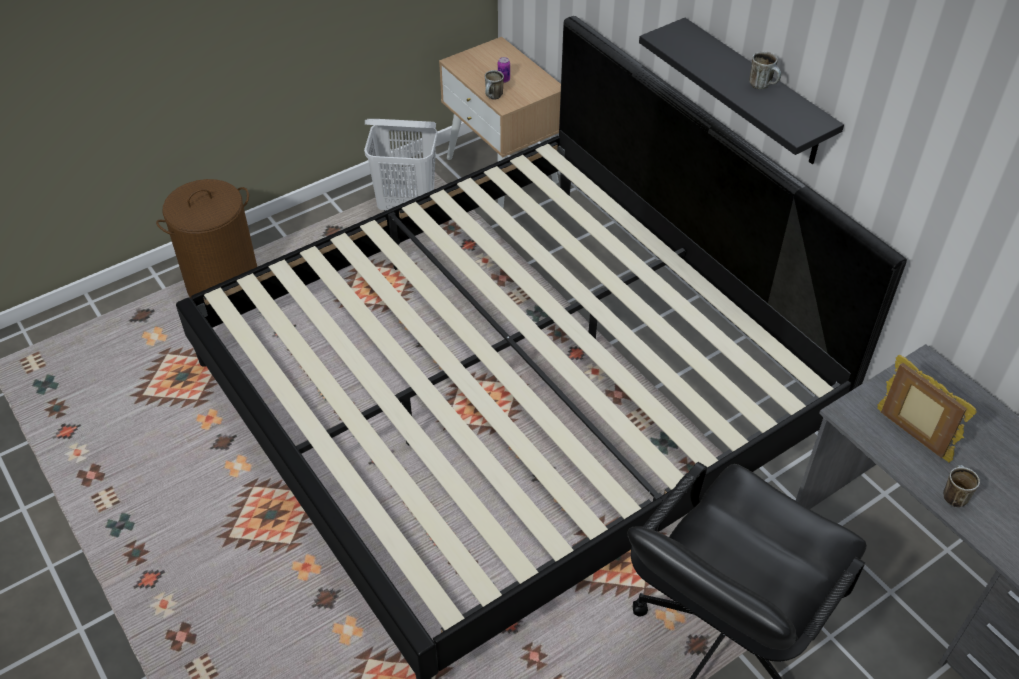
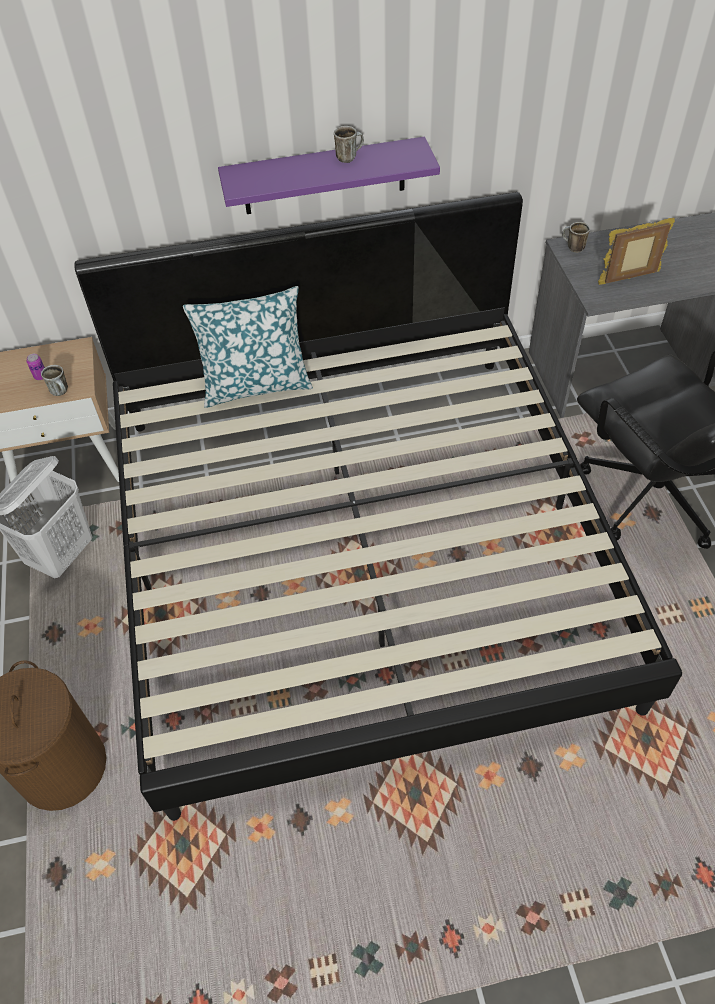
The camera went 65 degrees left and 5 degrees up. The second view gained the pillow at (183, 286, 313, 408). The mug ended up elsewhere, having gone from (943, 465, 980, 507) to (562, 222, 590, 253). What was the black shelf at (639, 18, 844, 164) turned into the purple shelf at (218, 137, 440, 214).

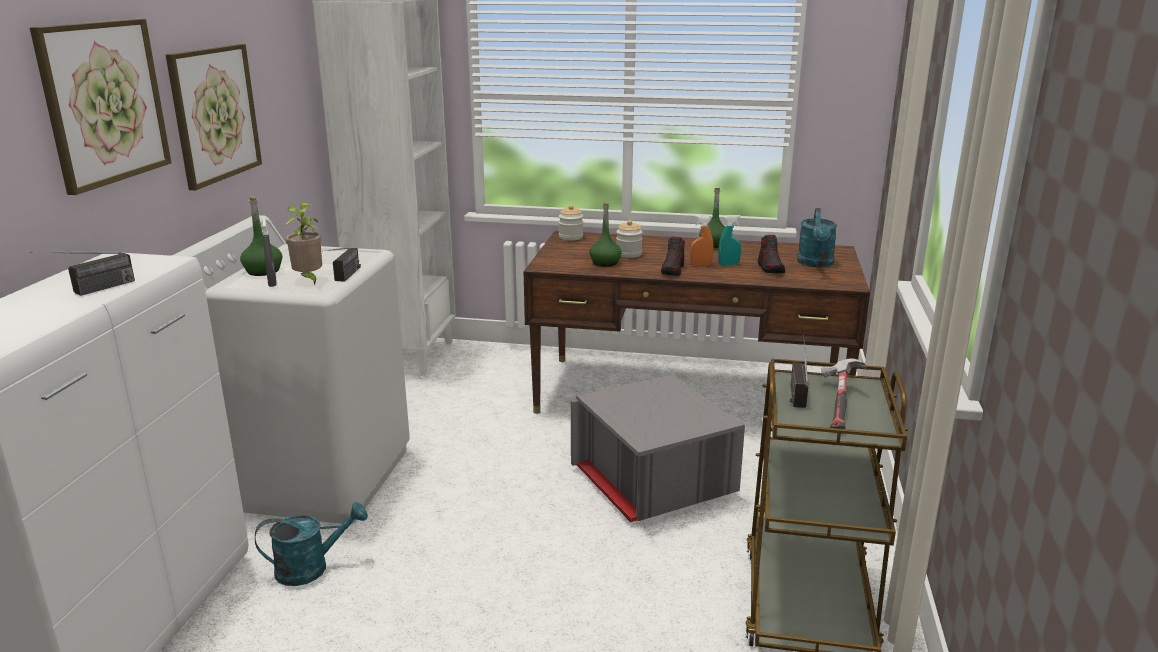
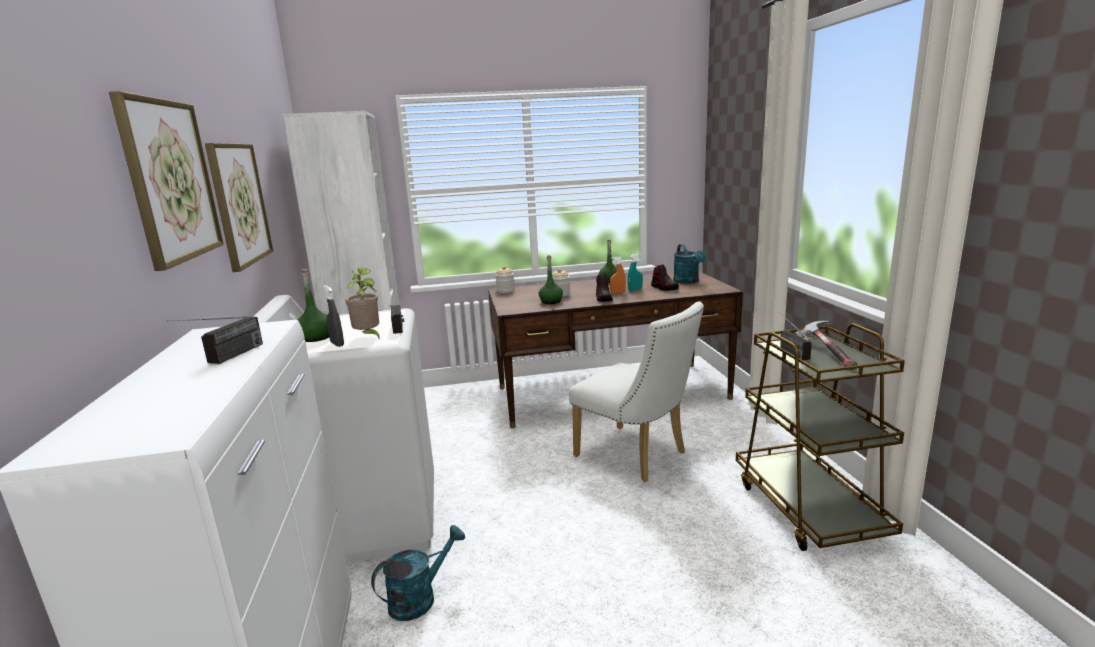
The camera went 20 degrees left and 5 degrees down. Where the grey storage box stood at (571, 374, 745, 522), the white chair came to stand at (569, 301, 704, 482).

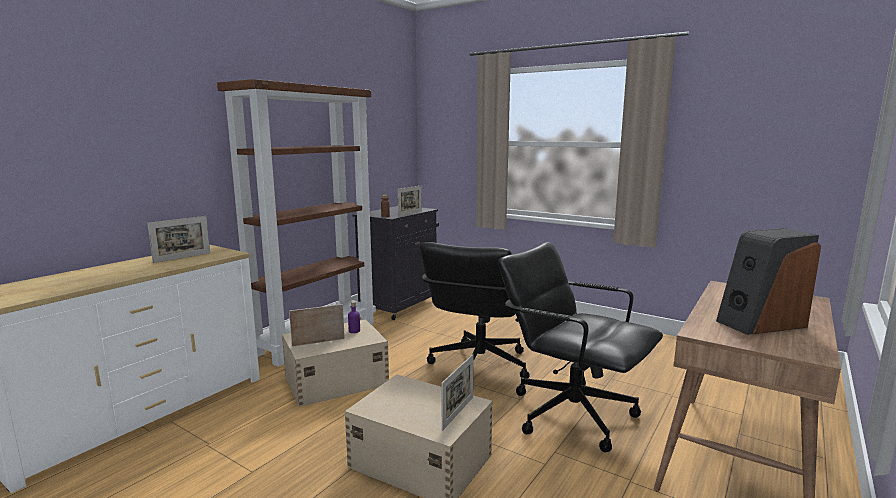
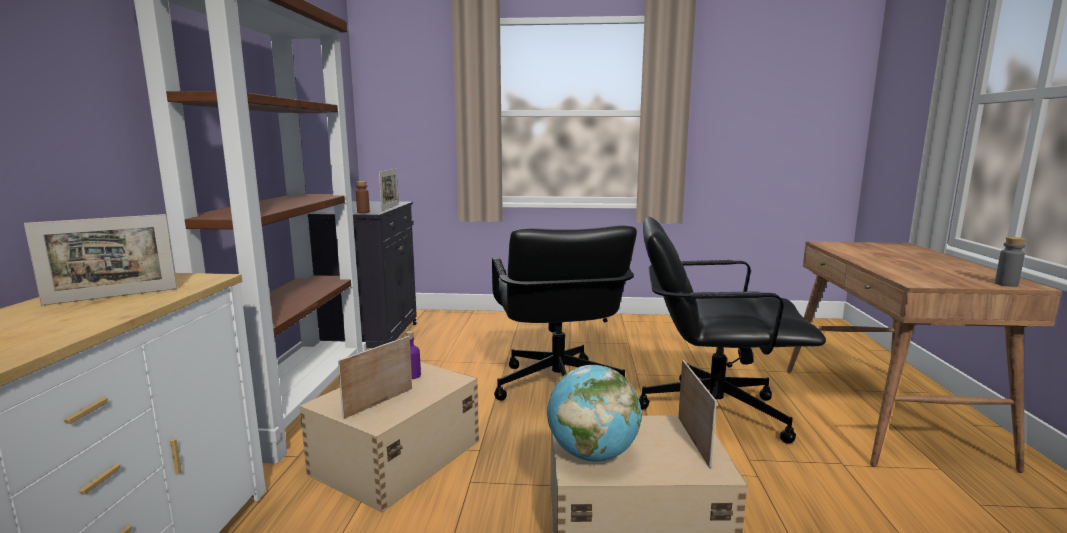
The camera went 30 degrees left and 0 degrees up. The second view lost the speaker at (716, 228, 821, 335). The second view gained the globe at (547, 365, 642, 461). The second view gained the grey bottle at (995, 237, 1026, 287). The picture frame at (147, 216, 210, 263) ended up facing another way, 45 degrees clockwise from before.

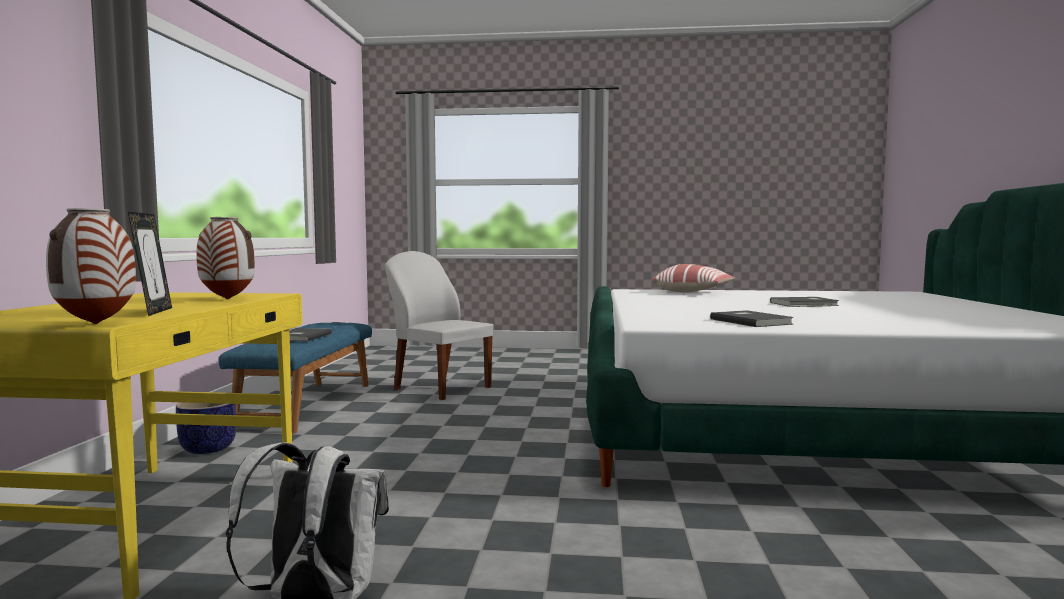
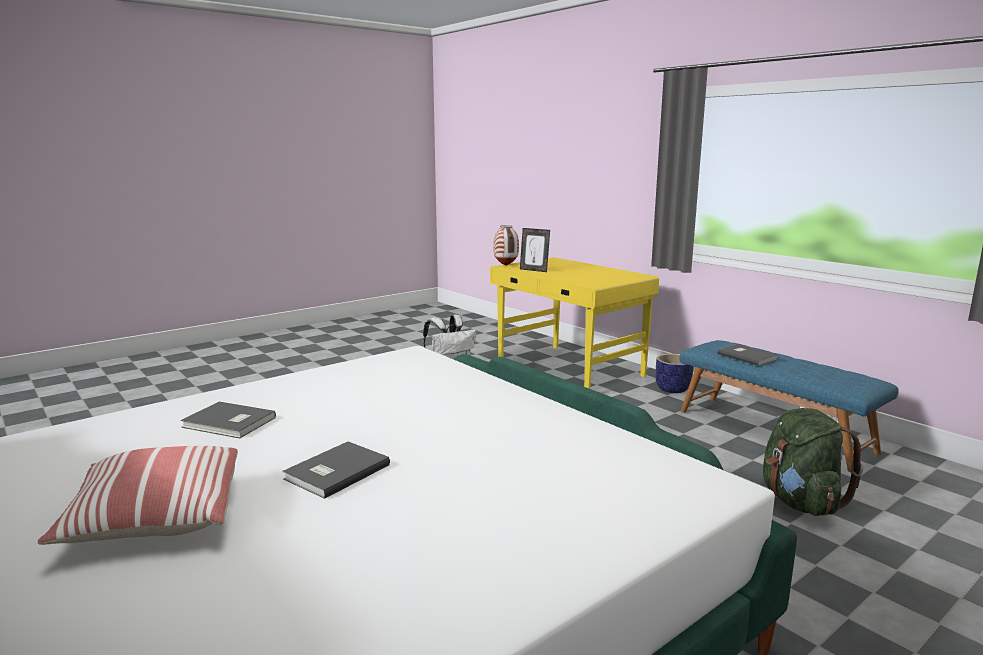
The camera went 135 degrees right and 10 degrees up. The second view lost the vase at (196, 217, 255, 299). The pillow ended up elsewhere, having gone from (652, 264, 735, 293) to (38, 446, 238, 545). The grey book ended up elsewhere, having gone from (710, 310, 794, 327) to (181, 402, 276, 438). Where the white chair stood at (385, 251, 493, 400), the green backpack came to stand at (763, 408, 863, 516).

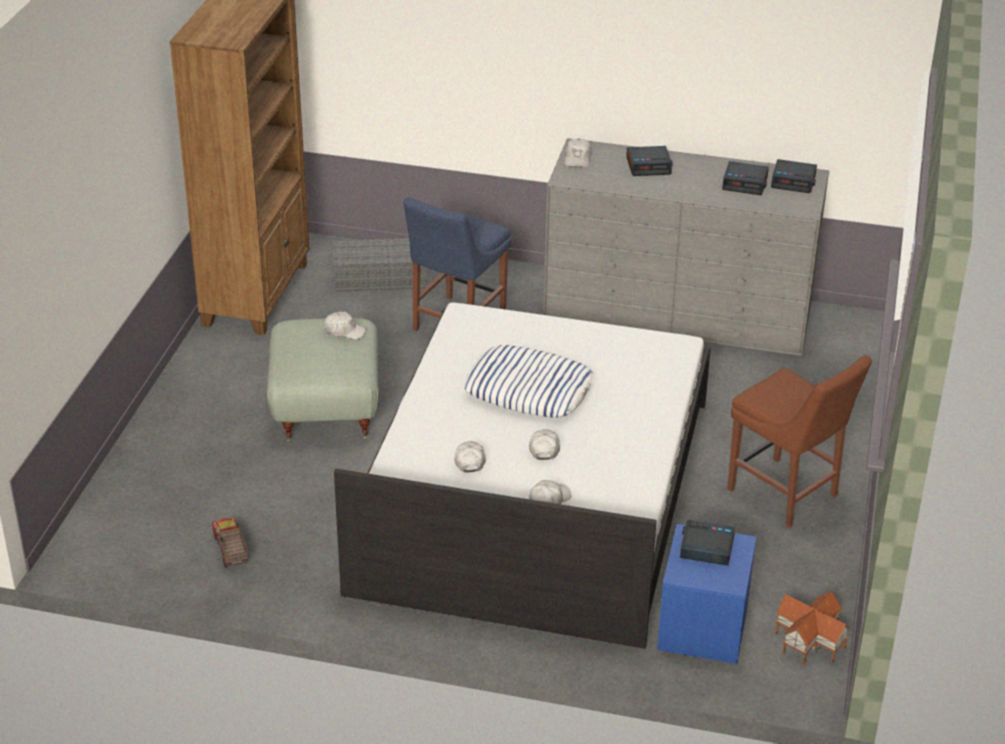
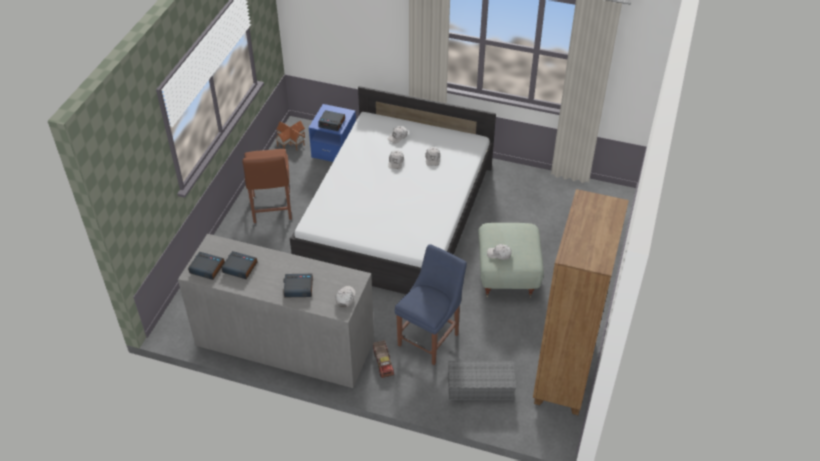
The camera went 175 degrees left and 10 degrees up. The second view lost the pillow at (464, 345, 593, 418). The toy truck ended up elsewhere, having gone from (212, 517, 248, 567) to (373, 340, 394, 378). The brown chair at (727, 355, 872, 528) ended up facing another way, 150 degrees counterclockwise from before.

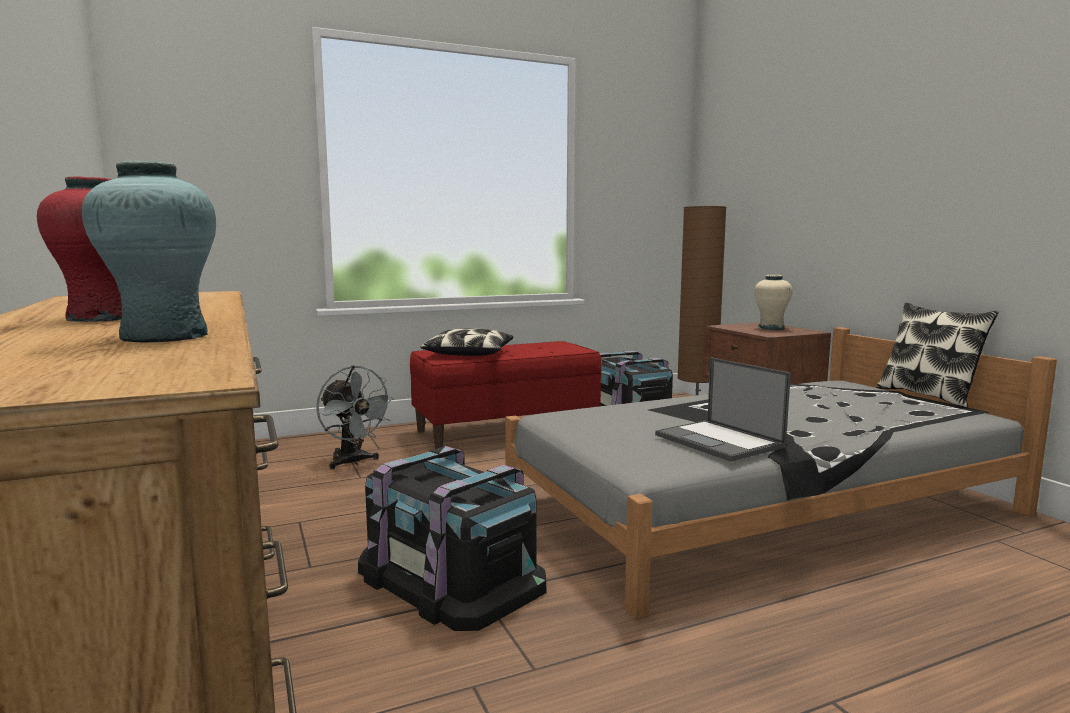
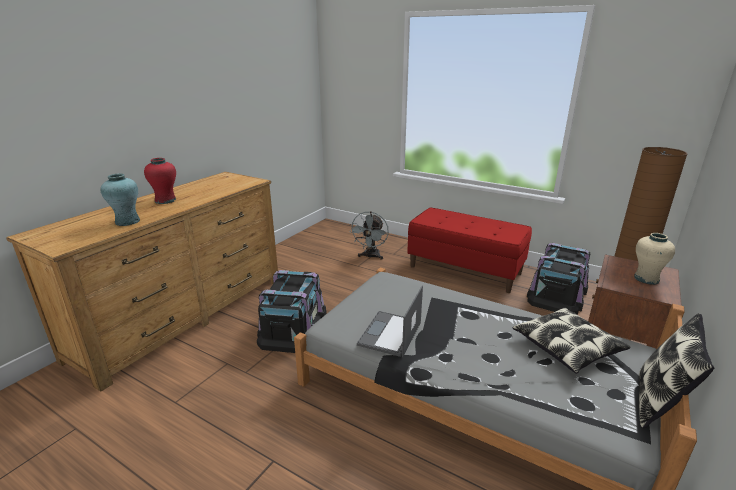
The camera went 55 degrees right and 15 degrees up. The pillow ended up elsewhere, having gone from (421, 329, 513, 356) to (513, 308, 630, 374).

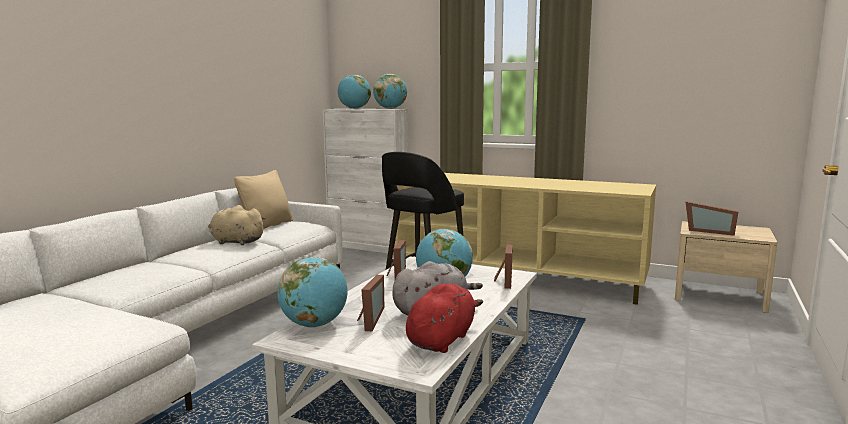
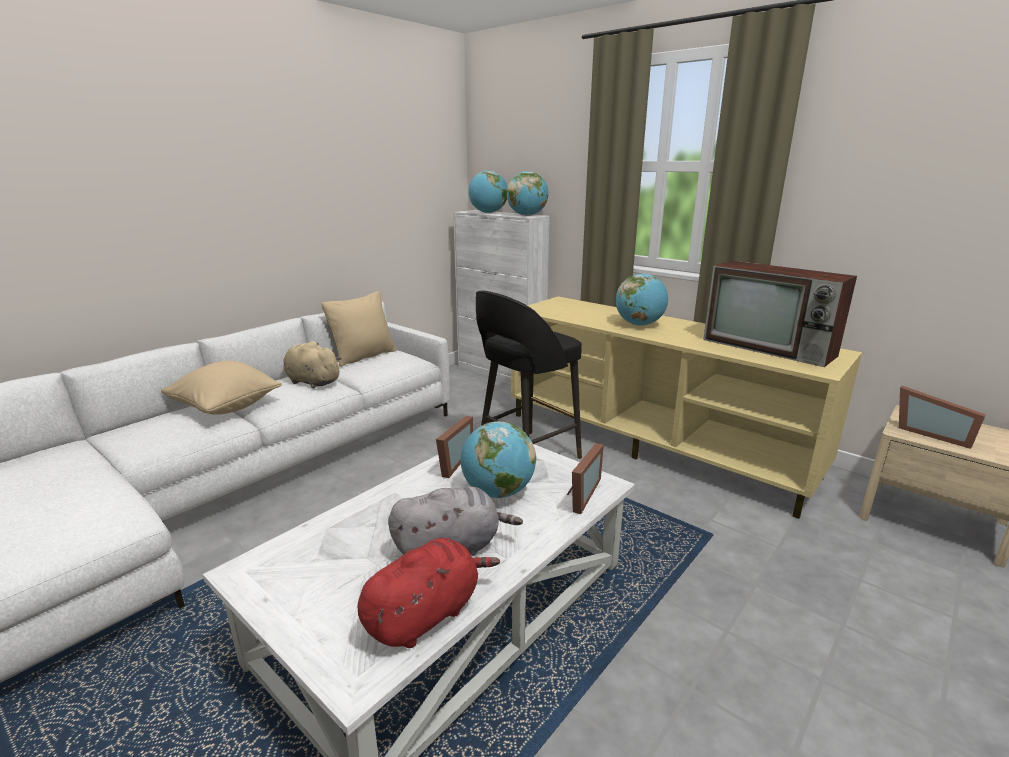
The camera went 15 degrees right and 10 degrees up. The second view lost the picture frame at (357, 275, 384, 331). The second view gained the beige pillow at (161, 361, 282, 415). The second view gained the television at (703, 261, 857, 367). The globe ended up elsewhere, having gone from (278, 257, 347, 328) to (616, 273, 668, 326).

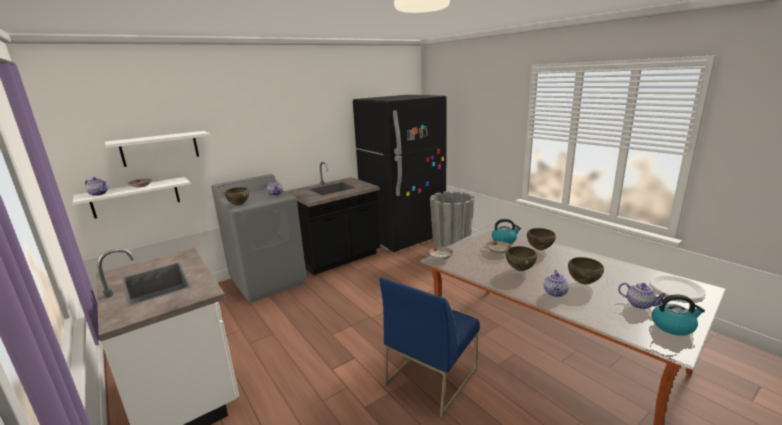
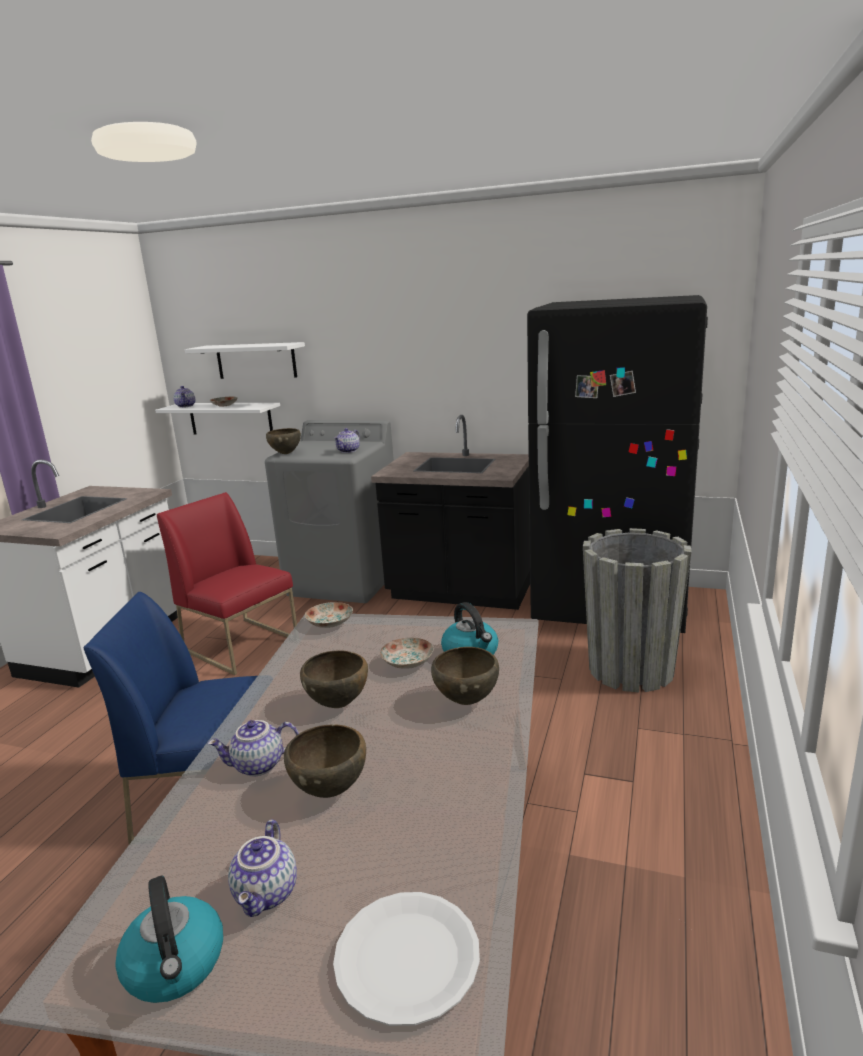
The camera went 55 degrees right and 0 degrees up. The second view gained the red chair at (157, 492, 297, 675).

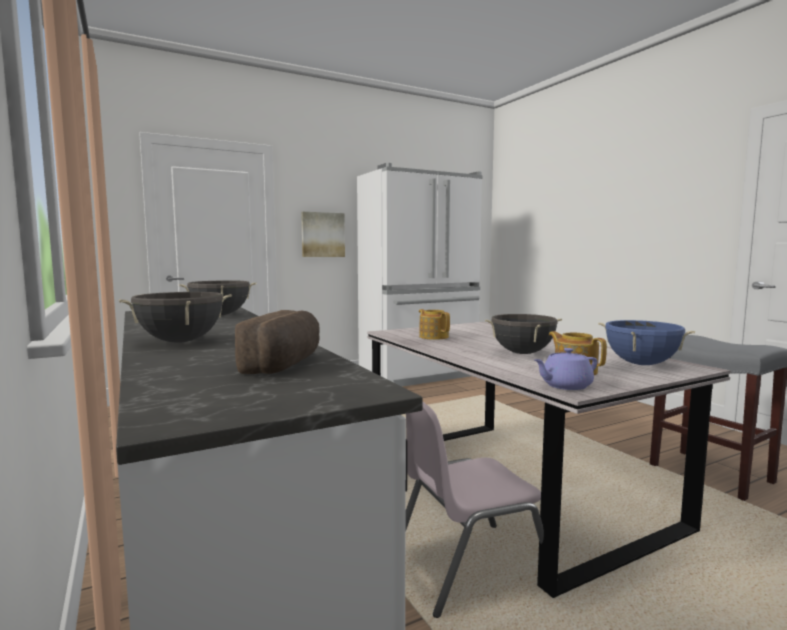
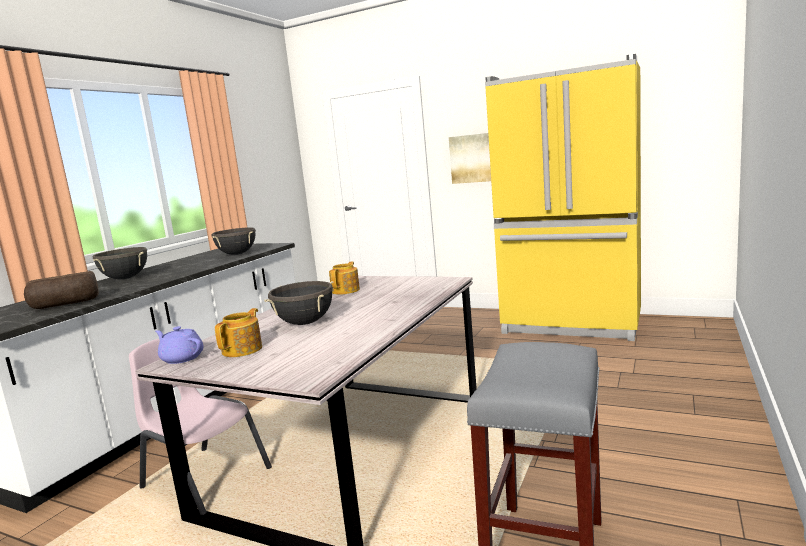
The camera went 55 degrees right and 5 degrees up. The second view lost the blue cooking pot at (598, 320, 695, 365). What was the white fridge at (357, 163, 482, 387) turned into the yellow fridge at (485, 54, 641, 341).

